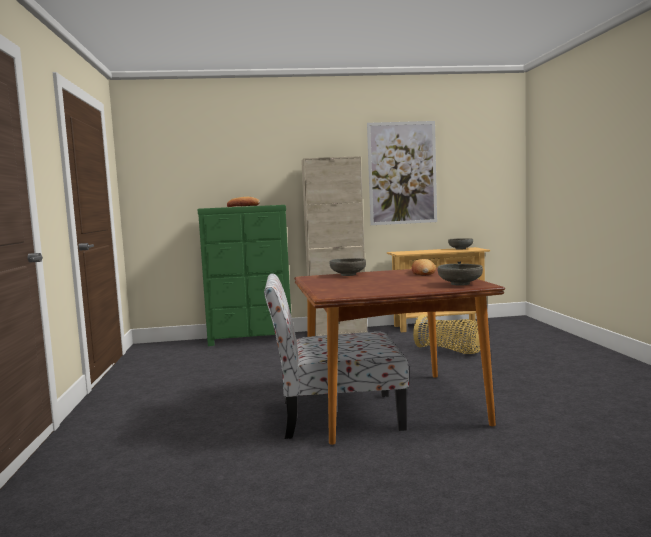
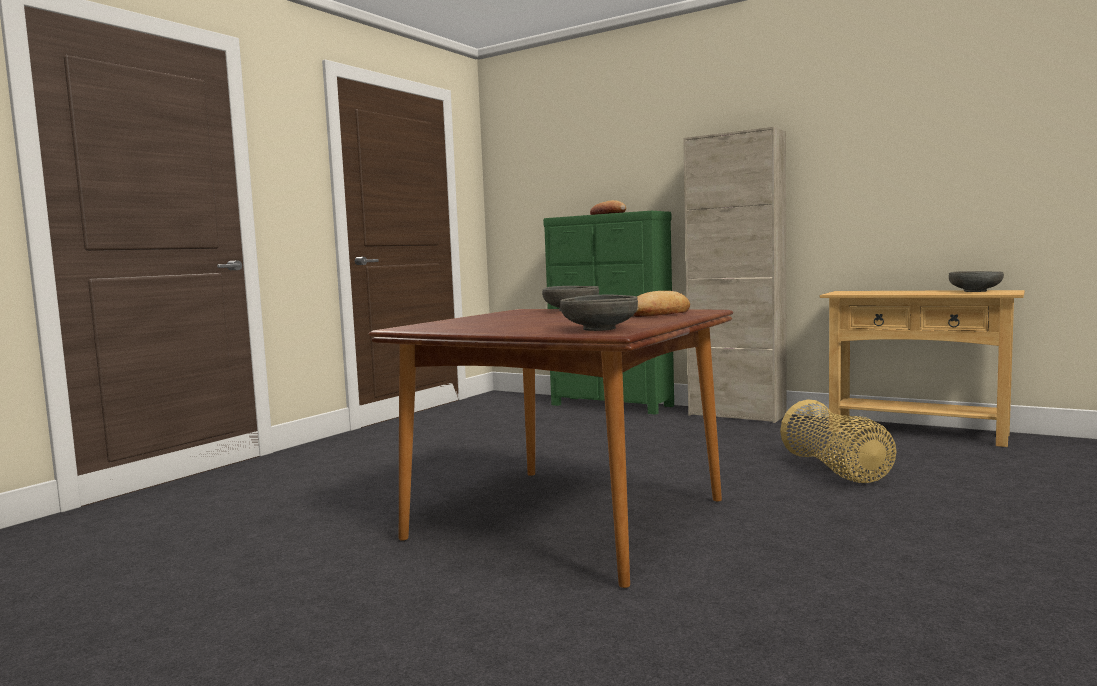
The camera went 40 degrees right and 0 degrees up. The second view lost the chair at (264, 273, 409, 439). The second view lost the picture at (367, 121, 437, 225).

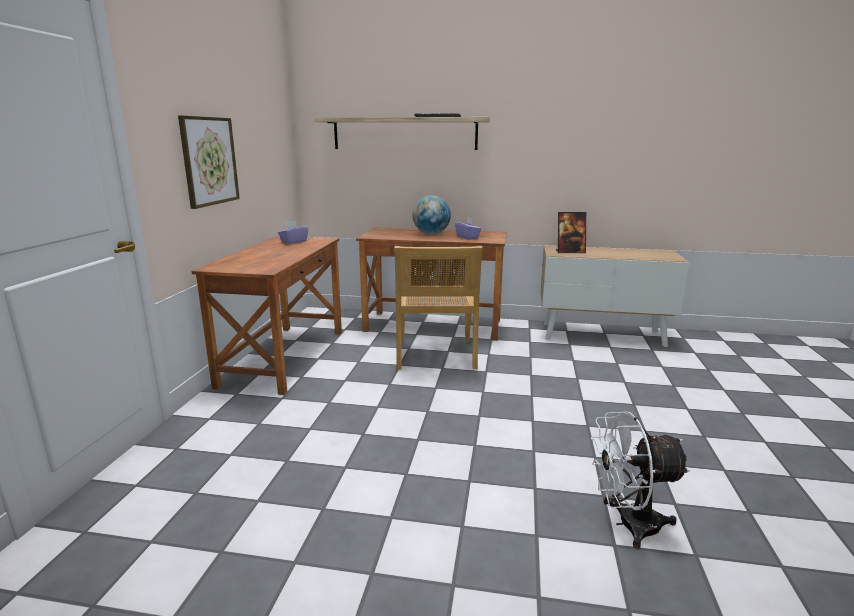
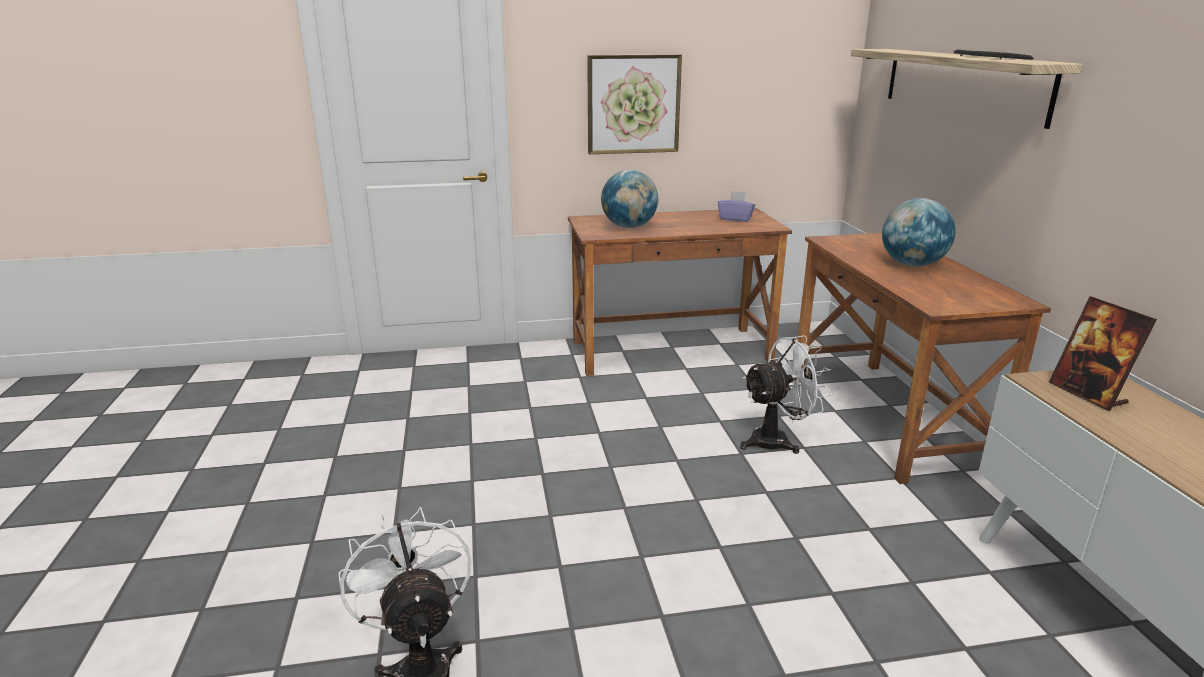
The camera went 70 degrees right and 5 degrees up. The second view lost the purple tissue box at (455, 217, 481, 239). The second view gained the globe at (601, 170, 658, 228). Where the beige chair stood at (394, 246, 483, 370), the white fan came to stand at (740, 335, 832, 454).

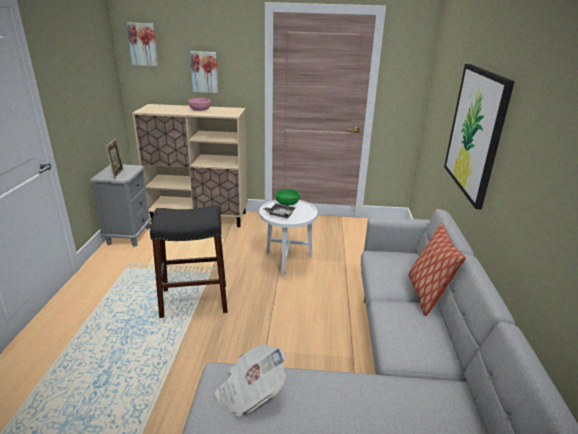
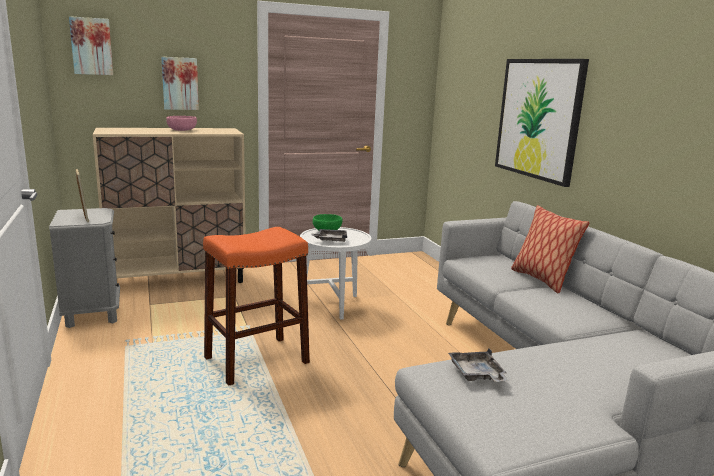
The camera went 25 degrees left and 10 degrees down. Where the newspaper stood at (215, 343, 286, 418), the grey tray came to stand at (448, 348, 509, 382). What was the black stool at (150, 205, 228, 318) turned into the orange stool at (203, 227, 310, 386).

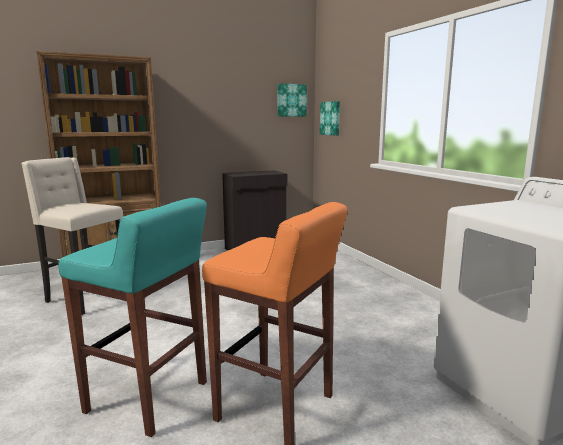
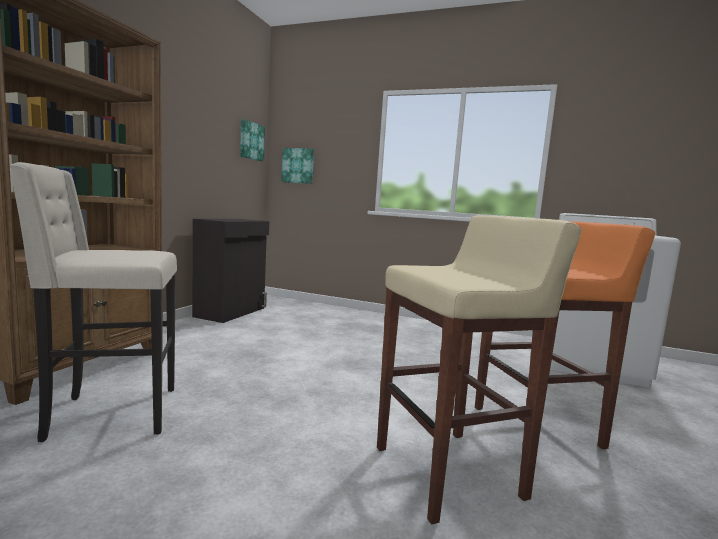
The camera went 45 degrees left and 5 degrees down. What was the turquoise stool at (58, 198, 207, 437) turned into the beige stool at (377, 215, 582, 524).

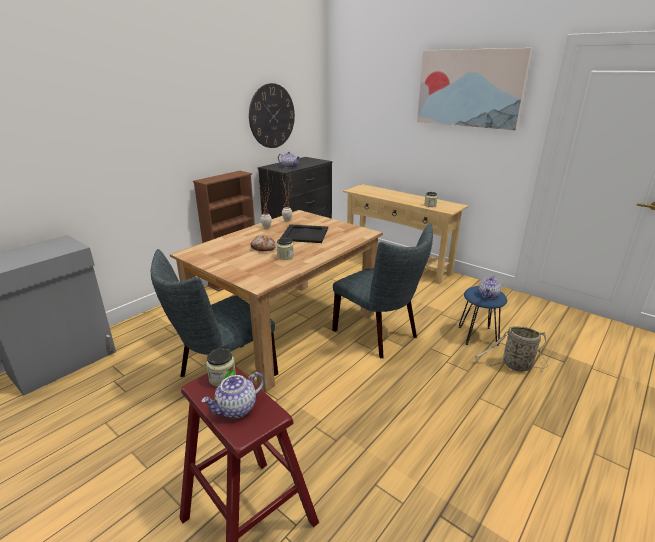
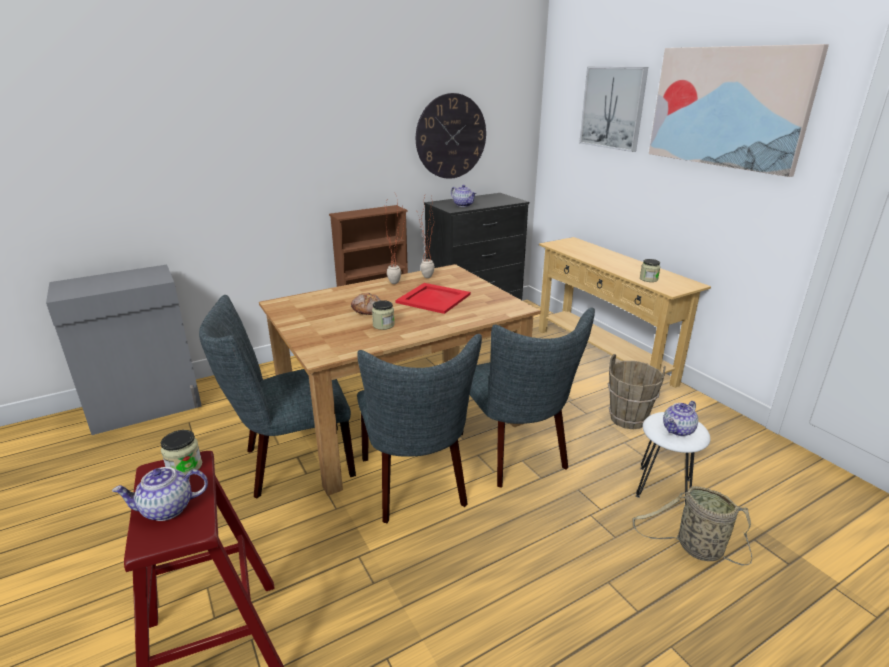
The camera went 20 degrees right and 0 degrees up. The second view gained the grey chair at (357, 334, 482, 523). The second view gained the picture at (579, 67, 648, 152). The second view gained the brown bucket at (608, 354, 666, 429). What was the black tray at (281, 224, 328, 243) turned into the red tray at (396, 283, 471, 314). What was the blue stool at (459, 286, 507, 346) turned into the white stool at (636, 412, 711, 503).

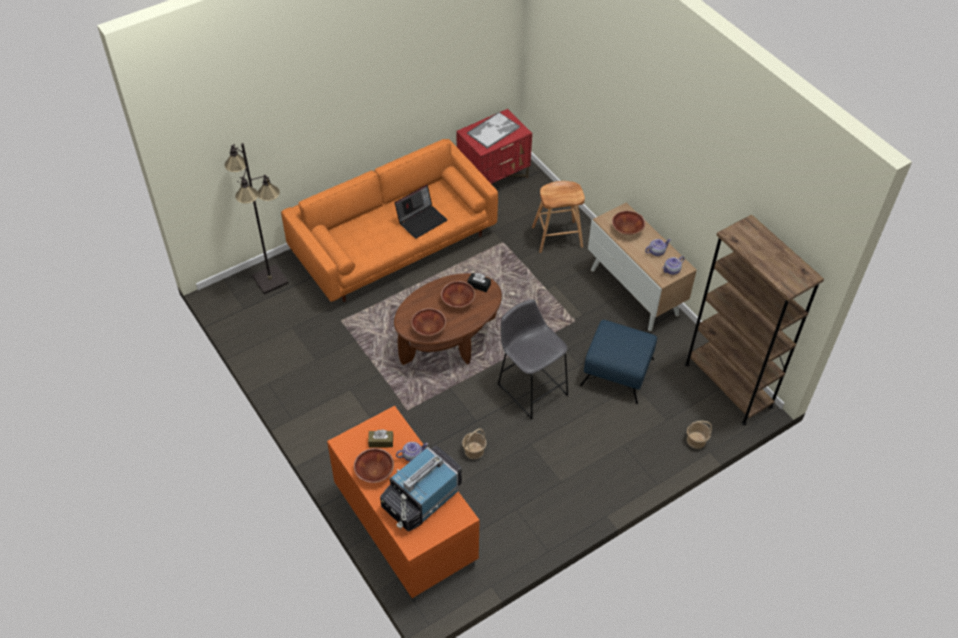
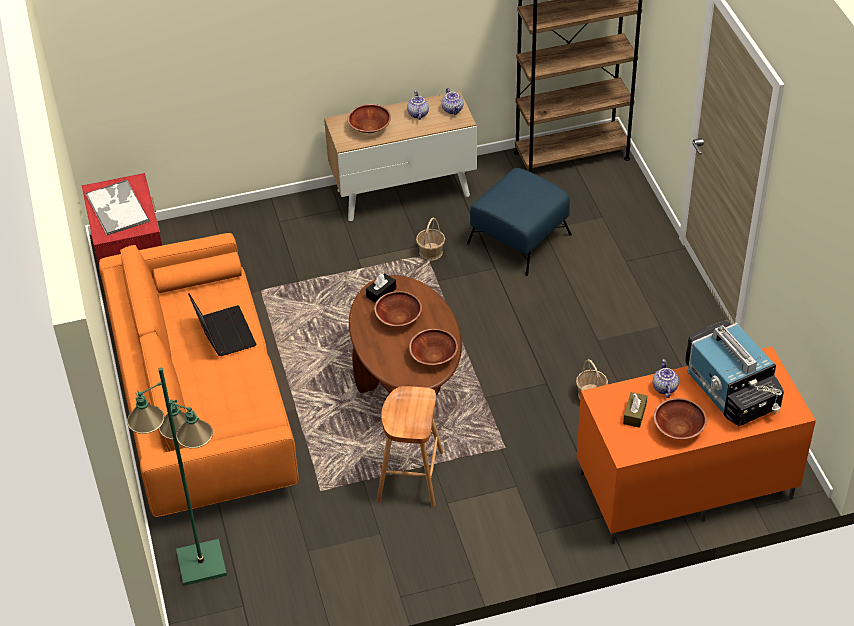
The camera went 70 degrees left and 5 degrees down. The second view lost the grey stool at (497, 299, 569, 419). The brown stool ended up elsewhere, having gone from (532, 181, 585, 253) to (377, 386, 444, 507). The basket ended up elsewhere, having gone from (687, 421, 712, 449) to (416, 218, 445, 261). What was the black floor lamp at (225, 143, 289, 294) turned into the green floor lamp at (127, 367, 227, 586).

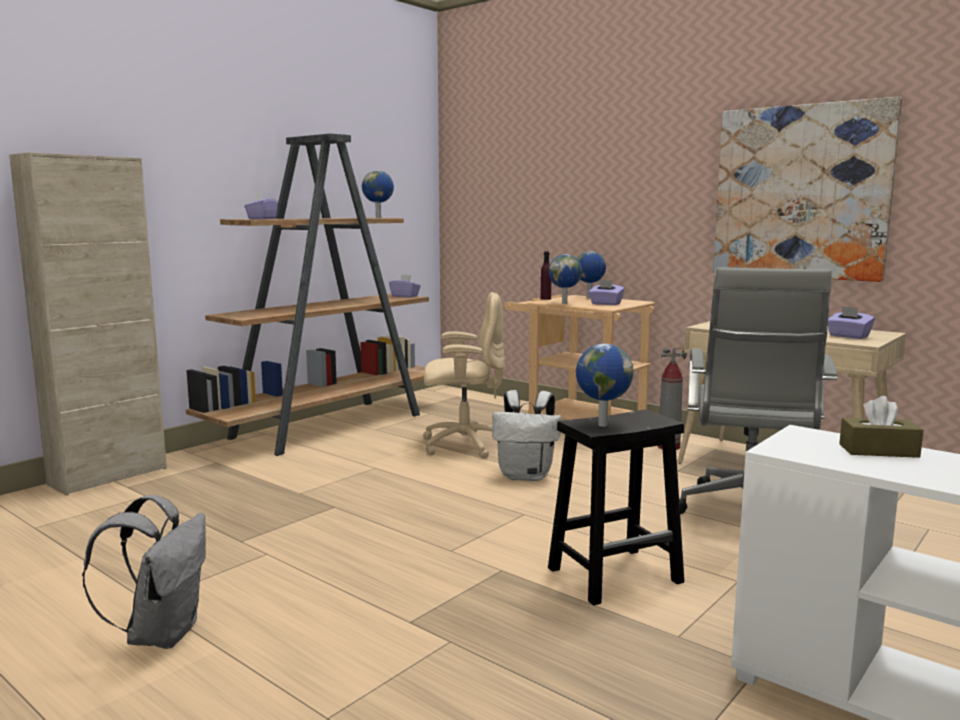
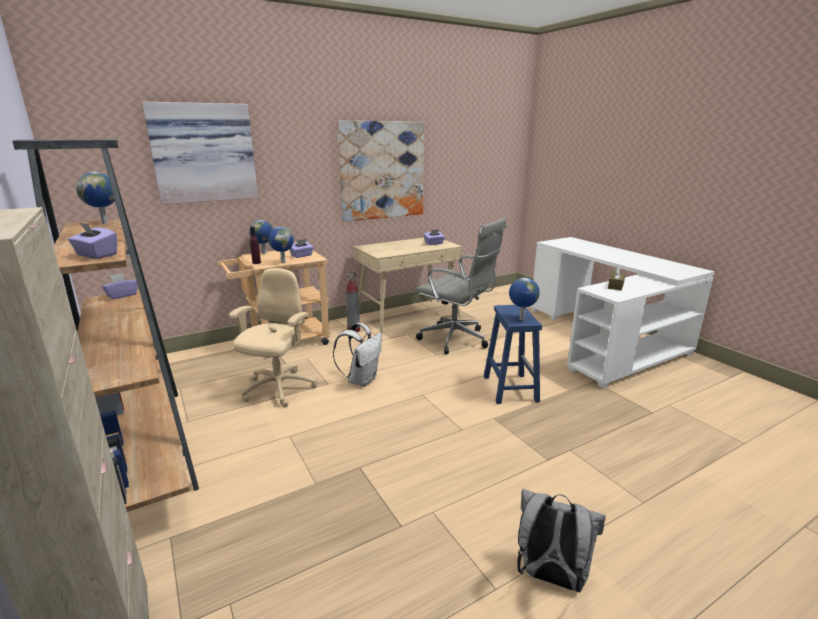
The camera went 70 degrees left and 10 degrees up. The second view gained the picture at (142, 101, 258, 204). What was the black stool at (548, 409, 684, 606) turned into the blue stool at (484, 305, 542, 404).

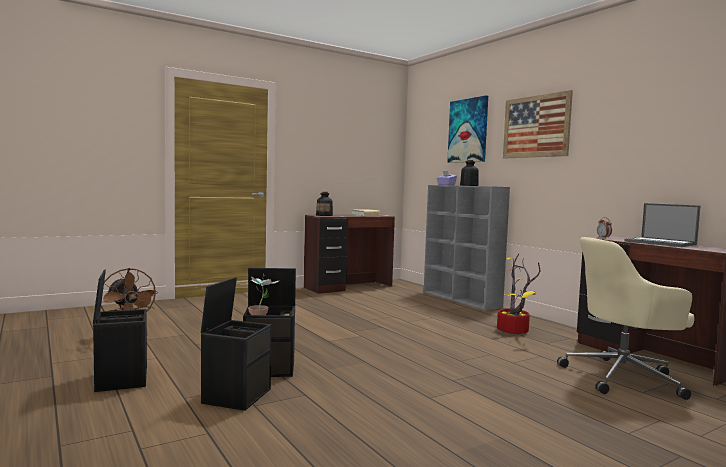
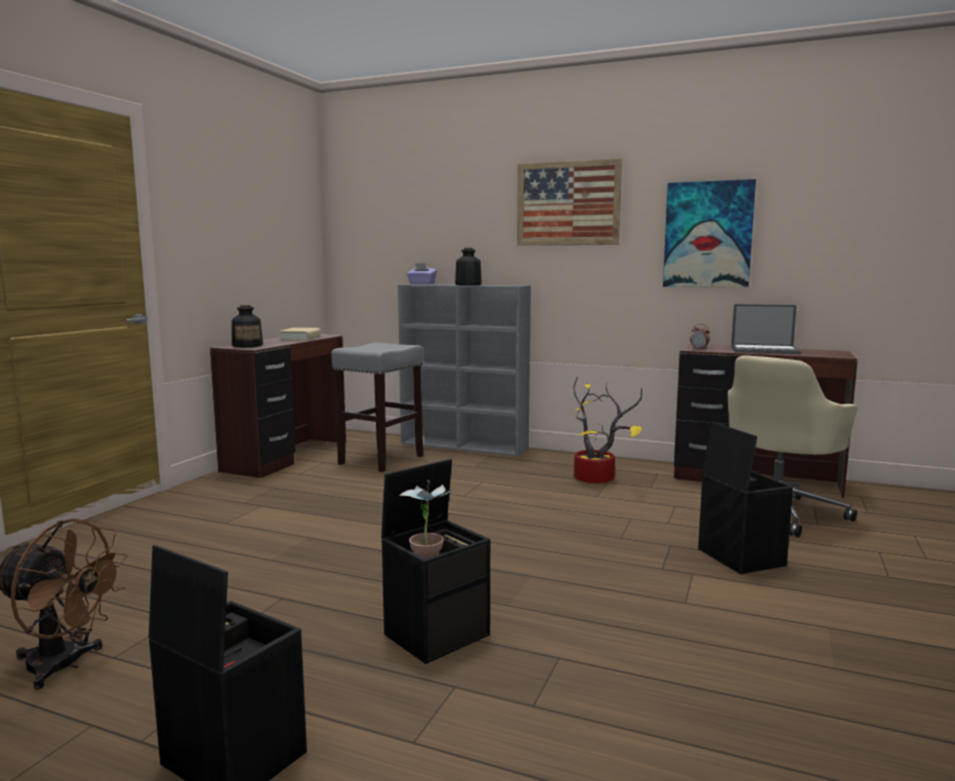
The camera went 35 degrees left and 5 degrees up. The second view gained the grey stool at (331, 342, 423, 472). The black storage box ended up elsewhere, having gone from (201, 277, 272, 411) to (698, 422, 793, 574). The picture ended up elsewhere, having gone from (447, 95, 488, 163) to (663, 179, 756, 288).

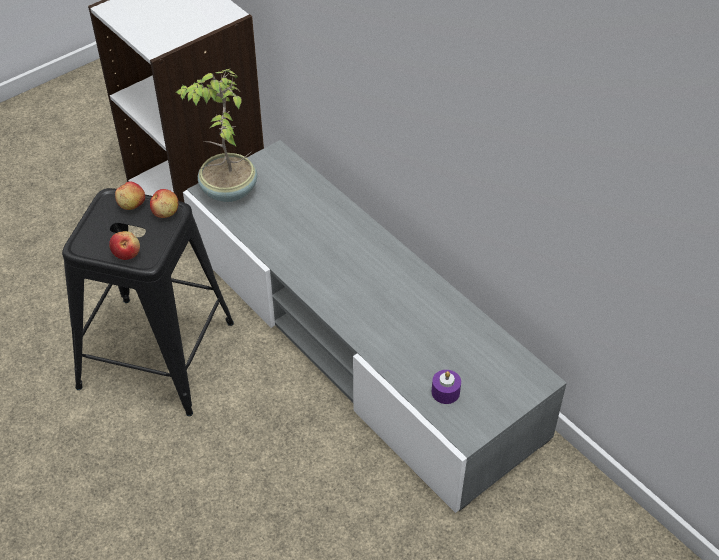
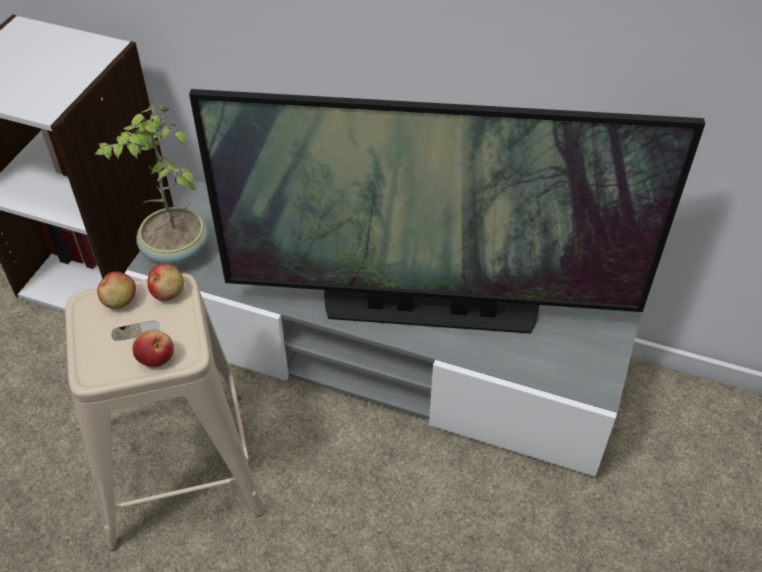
The camera went 30 degrees left and 0 degrees up. The second view lost the purple candle at (432, 370, 461, 404). The second view gained the television at (189, 89, 705, 334). What was the black stool at (62, 188, 234, 416) turned into the beige stool at (65, 273, 264, 551).

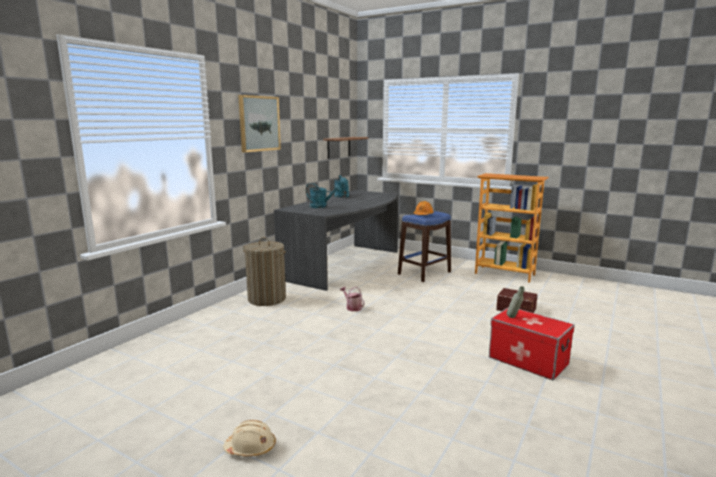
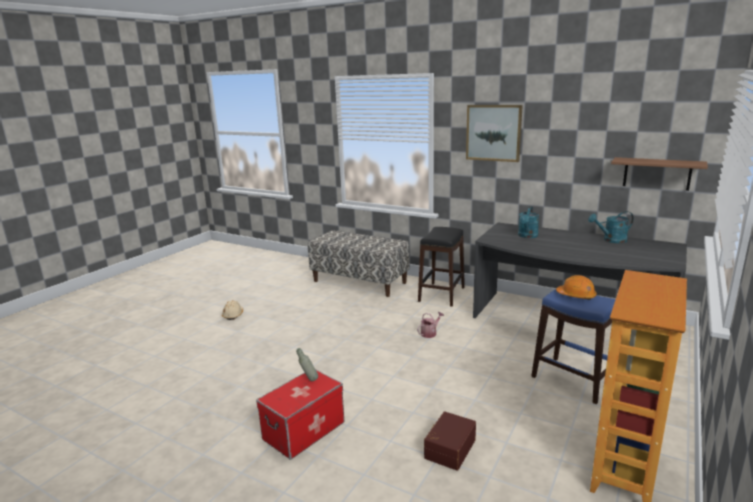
The camera went 90 degrees right and 5 degrees up. The second view gained the bench at (308, 230, 409, 297). Where the laundry basket stood at (243, 237, 286, 306), the black stool came to stand at (418, 227, 465, 307).

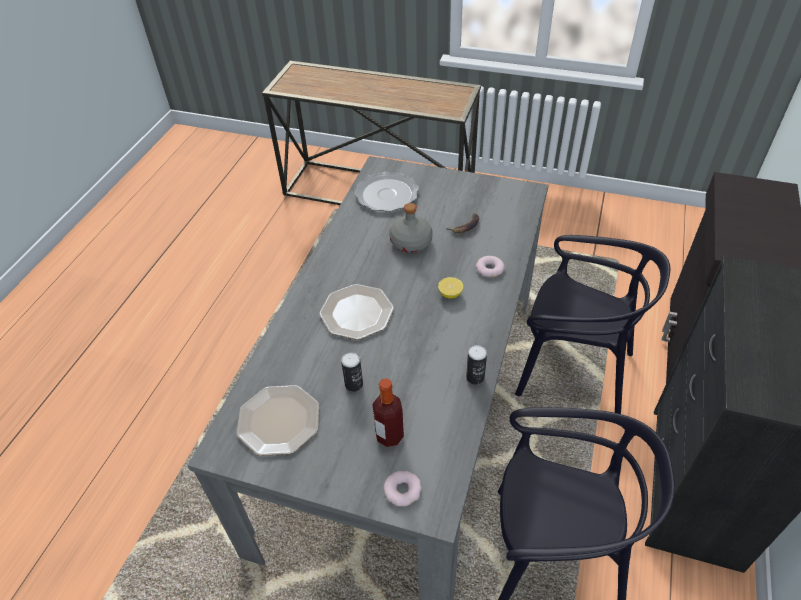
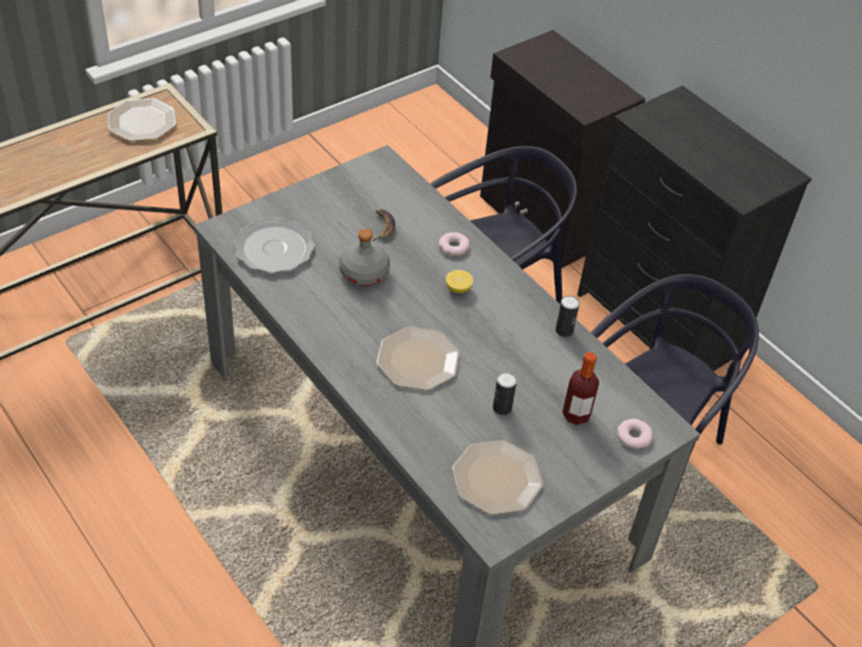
The camera went 60 degrees left and 0 degrees up. The second view gained the plate at (108, 98, 176, 141).

